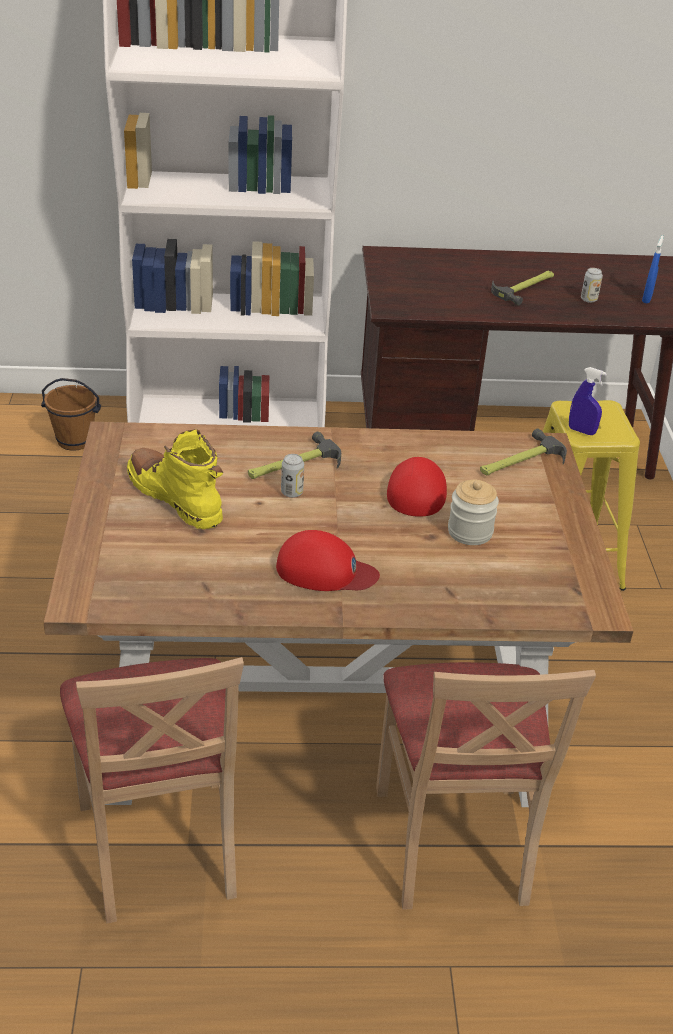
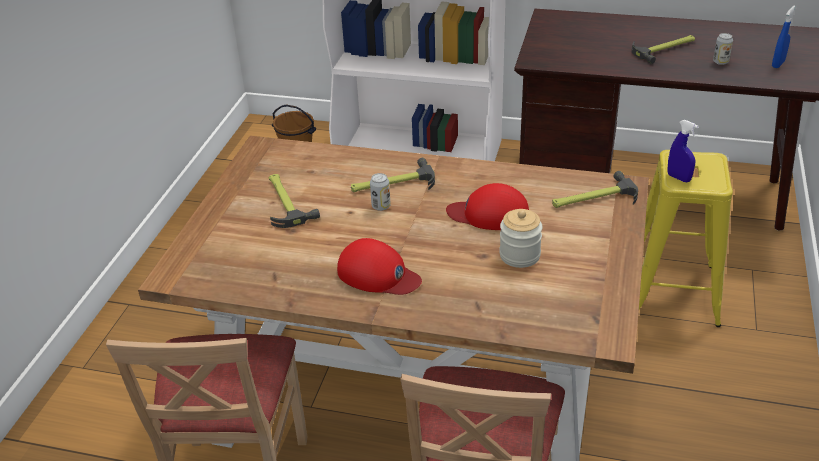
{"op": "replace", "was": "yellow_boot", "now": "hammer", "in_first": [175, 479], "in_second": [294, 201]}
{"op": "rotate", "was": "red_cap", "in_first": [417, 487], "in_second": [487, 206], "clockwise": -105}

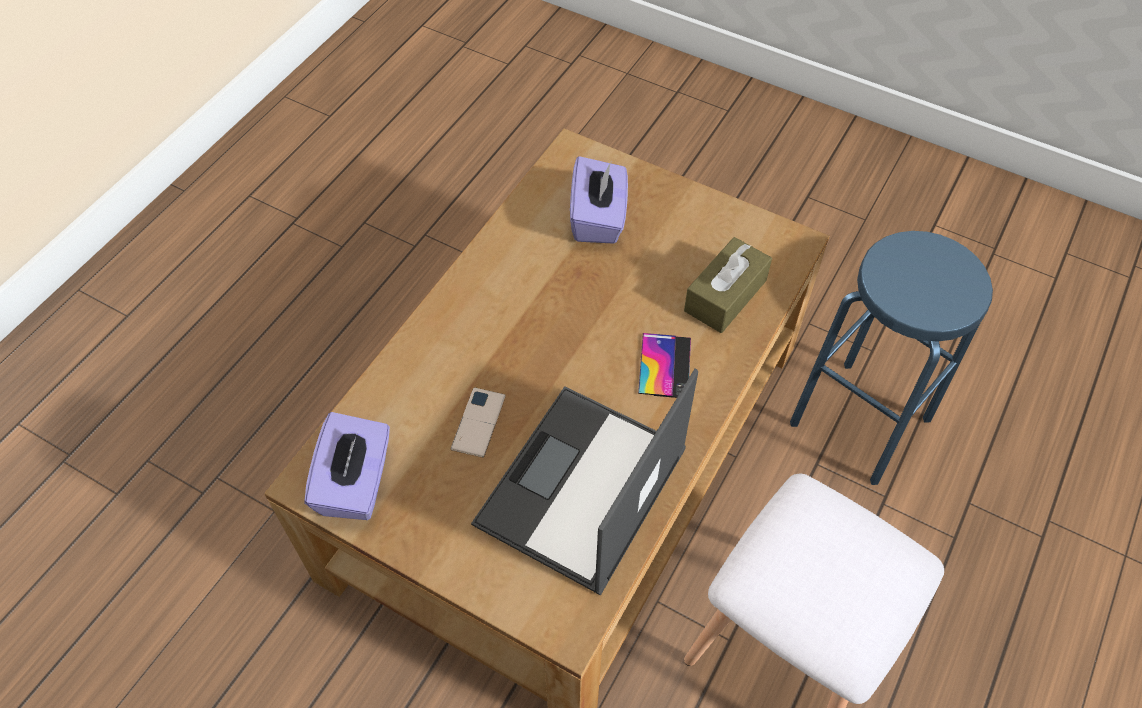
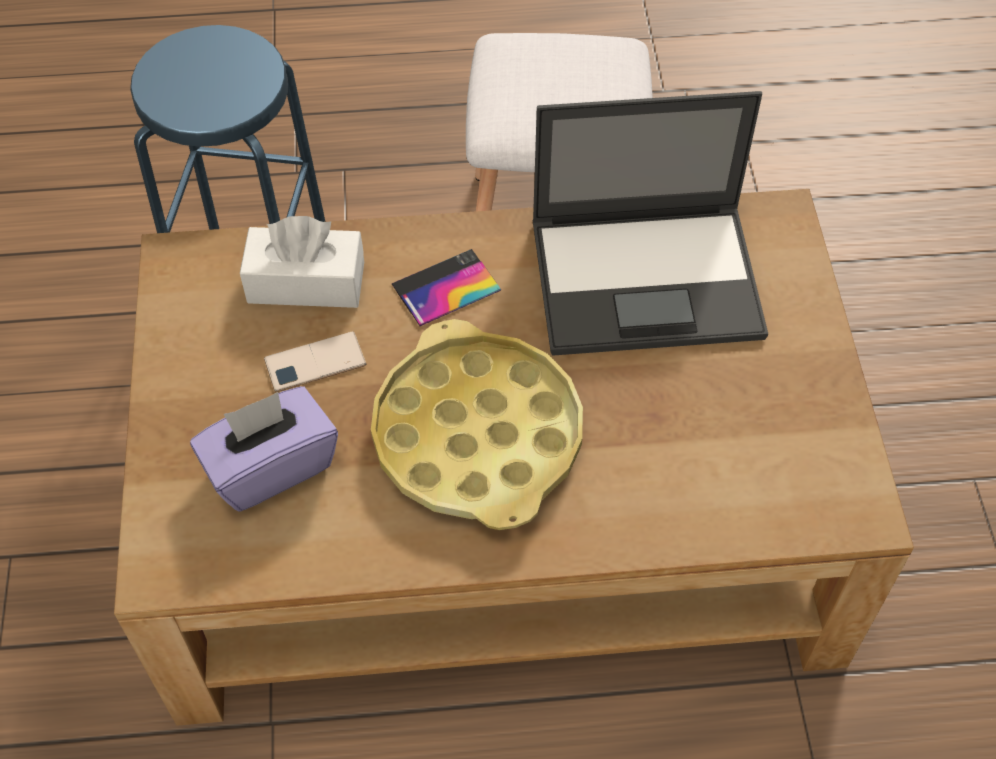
{"op": "delete", "was": "purple_tissue_box", "in_first": [347, 466]}
{"op": "move", "was": "phone", "in_first": [478, 423], "in_second": [315, 362]}
{"op": "recolor", "was": "brown_tissue_box", "now": "white_tissue_box", "in_first": [728, 285], "in_second": [302, 262]}
{"op": "insert", "now": "yellow_tray", "in_second": [477, 424]}

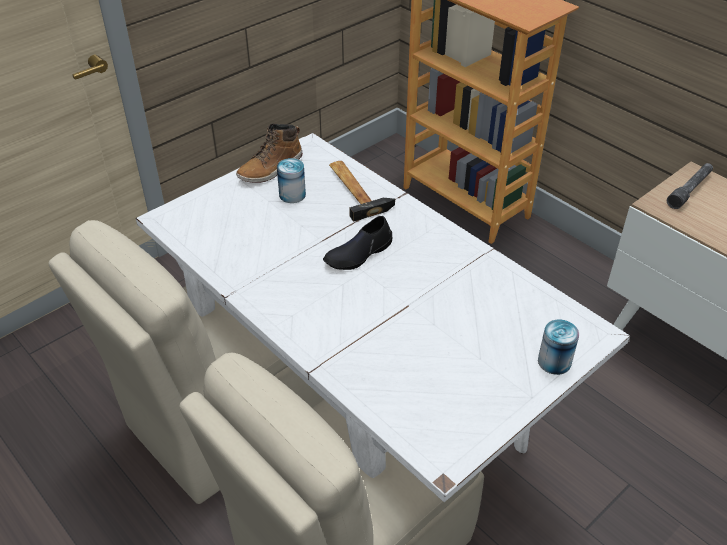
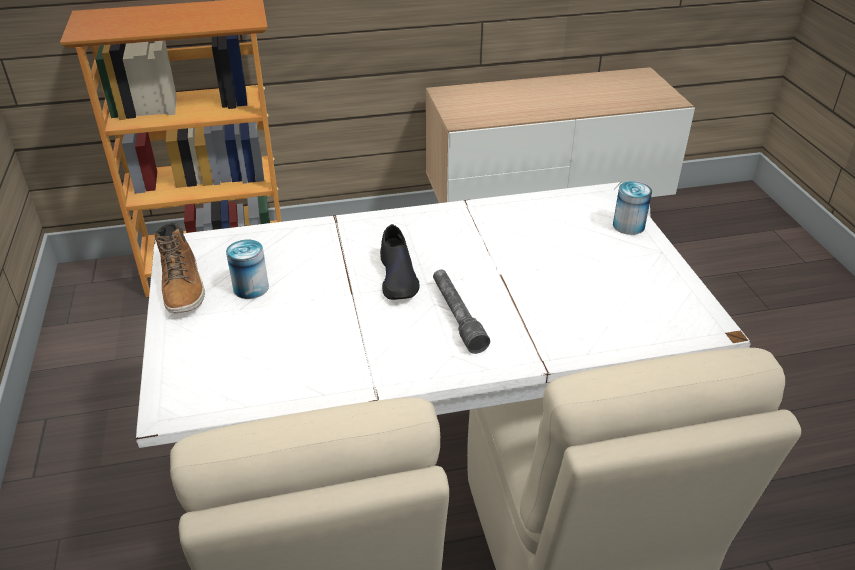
{"op": "delete", "was": "hammer", "in_first": [362, 191]}
{"op": "move", "was": "grey_flashlight", "in_first": [690, 186], "in_second": [461, 312]}

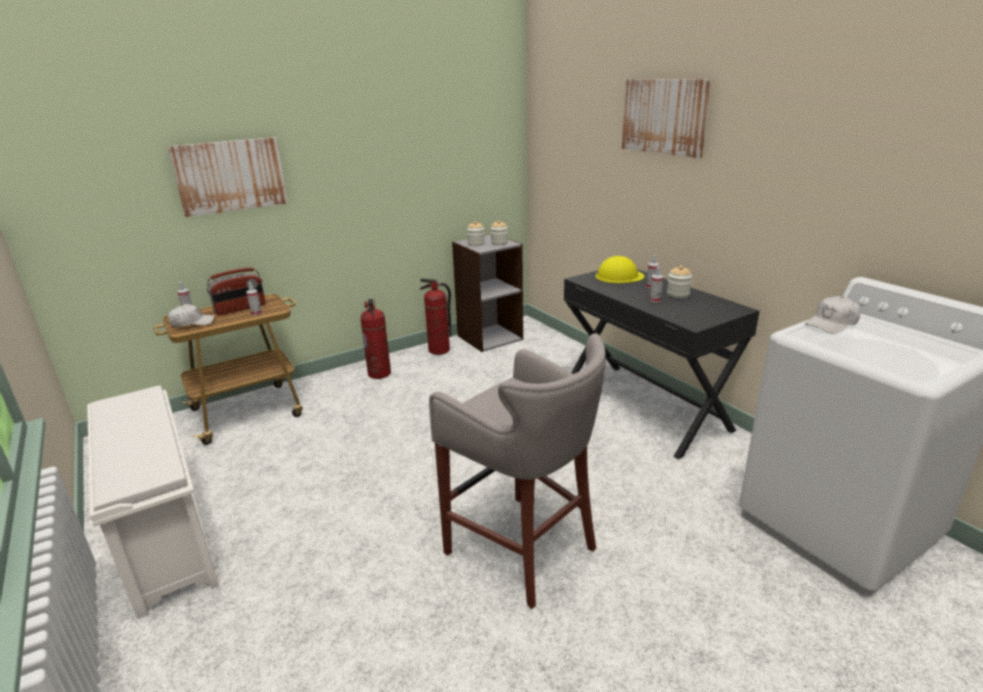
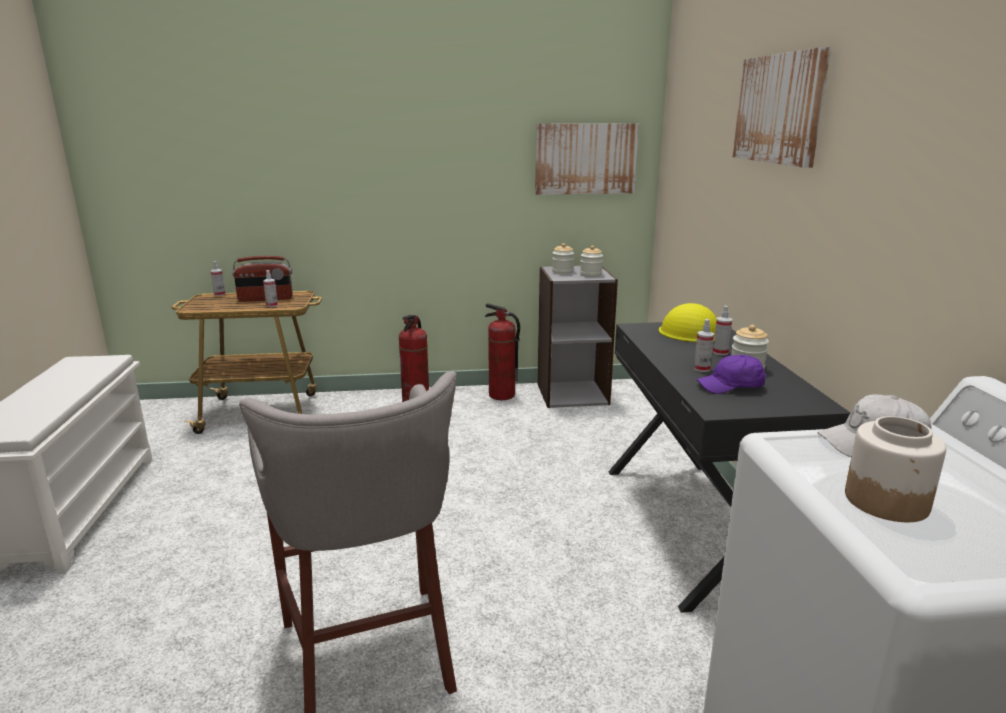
{"op": "move", "was": "picture", "in_first": [228, 177], "in_second": [587, 159]}
{"op": "delete", "was": "white_cap", "in_first": [191, 315]}
{"op": "insert", "now": "purple_cap", "in_second": [731, 374]}
{"op": "insert", "now": "jar", "in_second": [895, 469]}

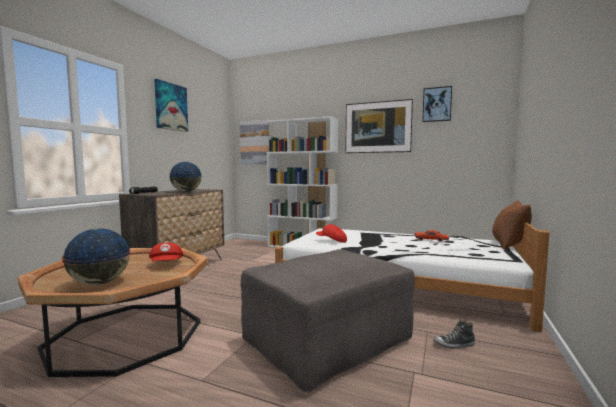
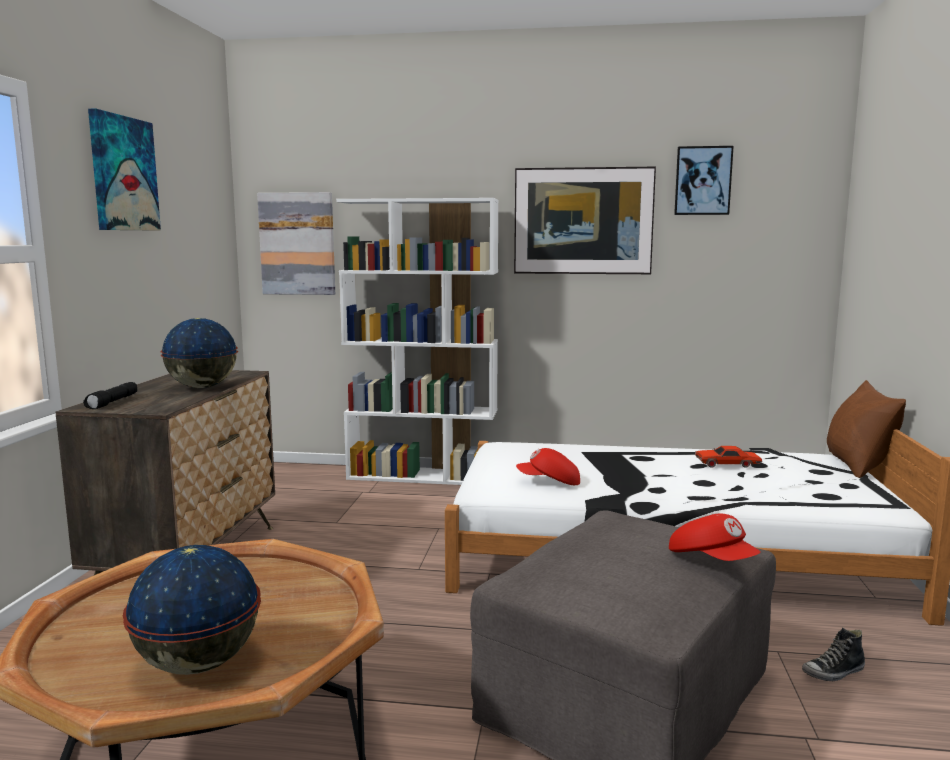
{"op": "move", "was": "red_cap", "in_first": [166, 252], "in_second": [715, 537]}

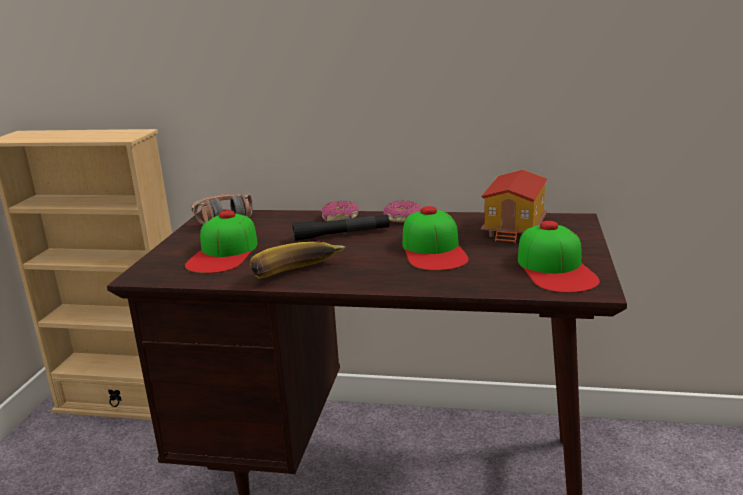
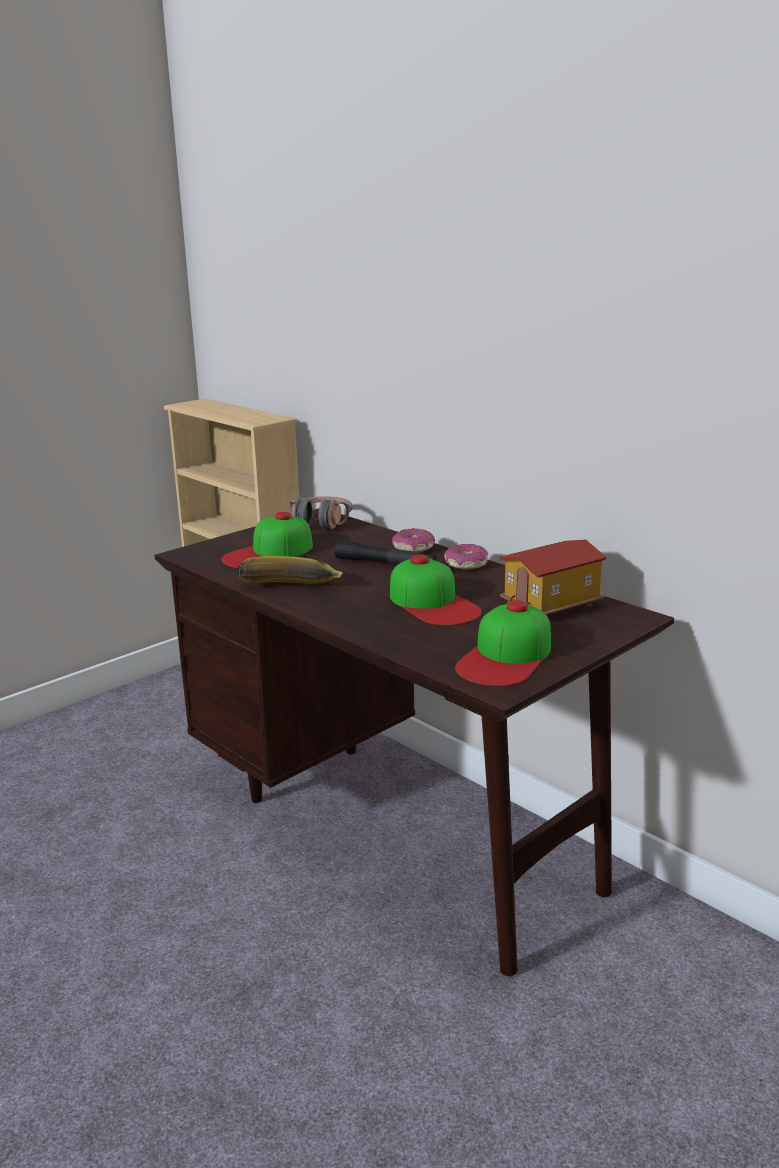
{"op": "rotate", "was": "cap", "in_first": [435, 238], "in_second": [436, 590], "clockwise": -60}

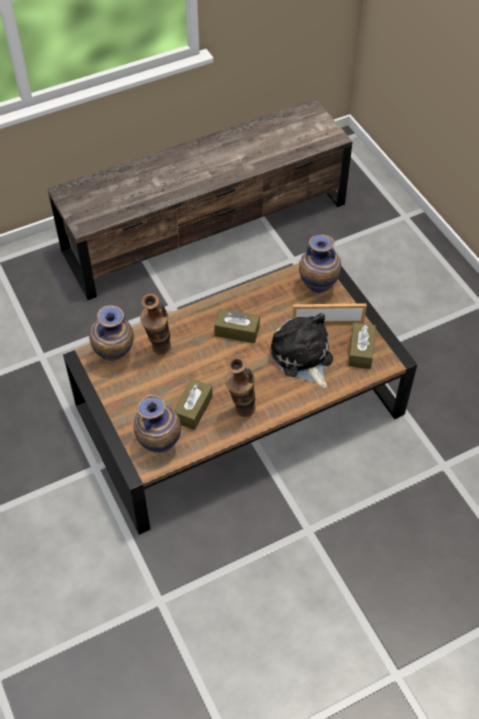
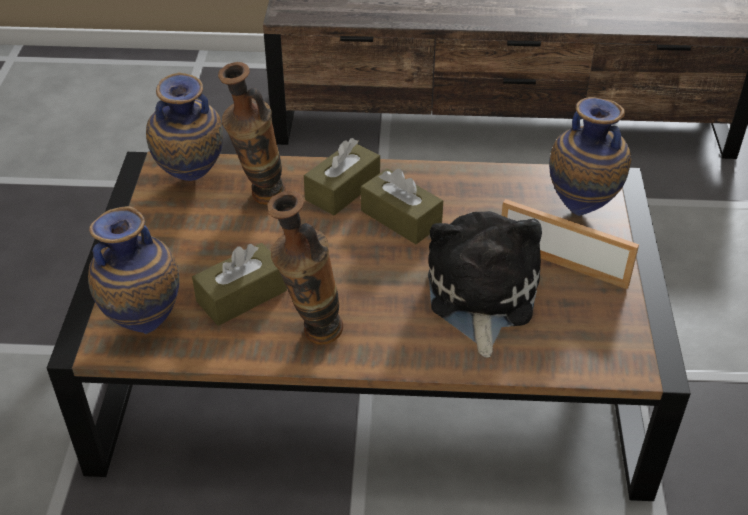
{"op": "move", "was": "brown_tissue_box", "in_first": [362, 346], "in_second": [342, 176]}

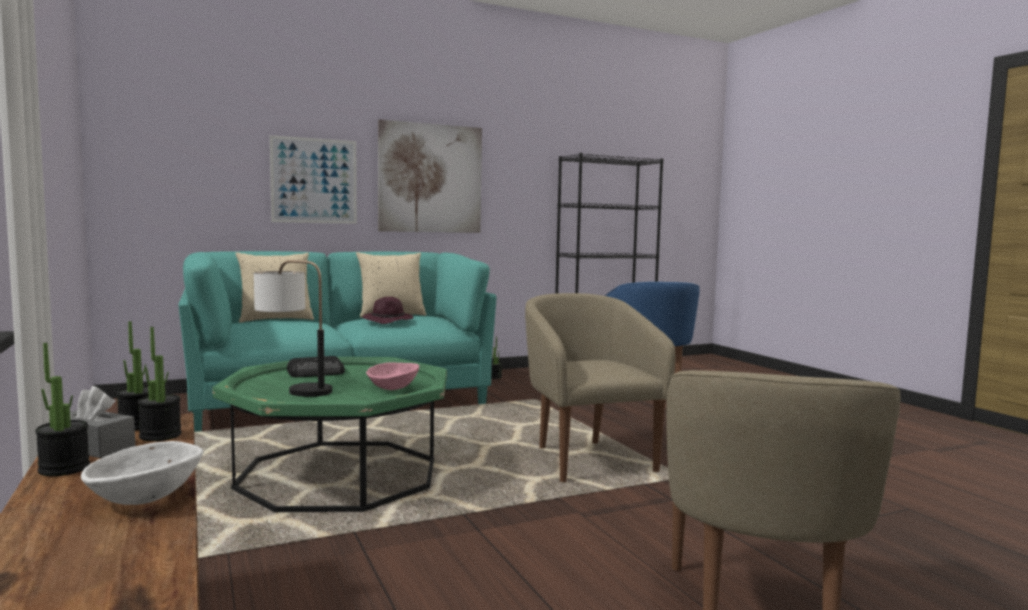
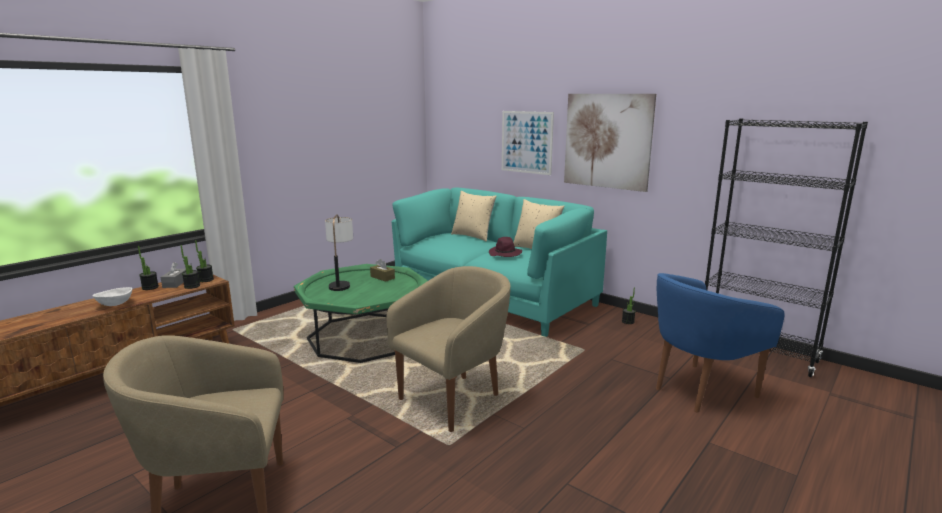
{"op": "replace", "was": "radio", "now": "brown_tissue_box", "in_first": [316, 366], "in_second": [382, 270]}
{"op": "delete", "was": "pink_bowl", "in_first": [392, 376]}

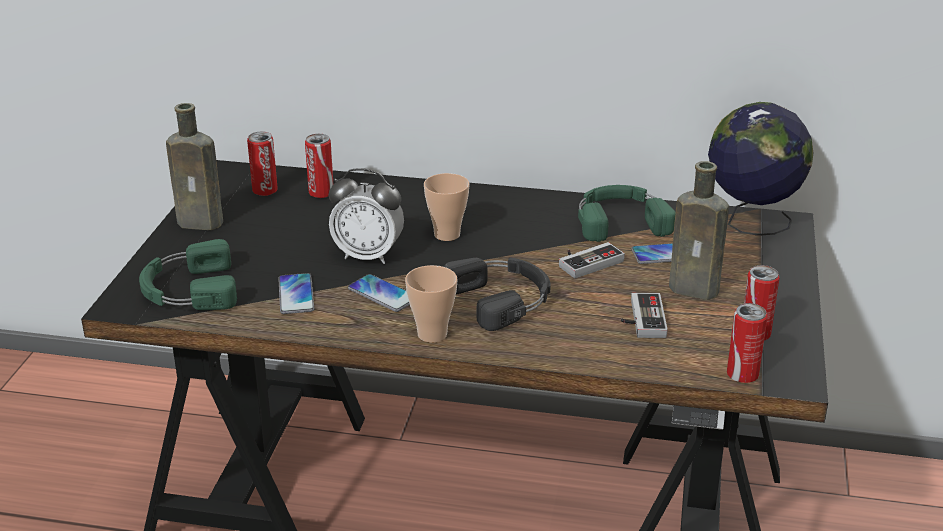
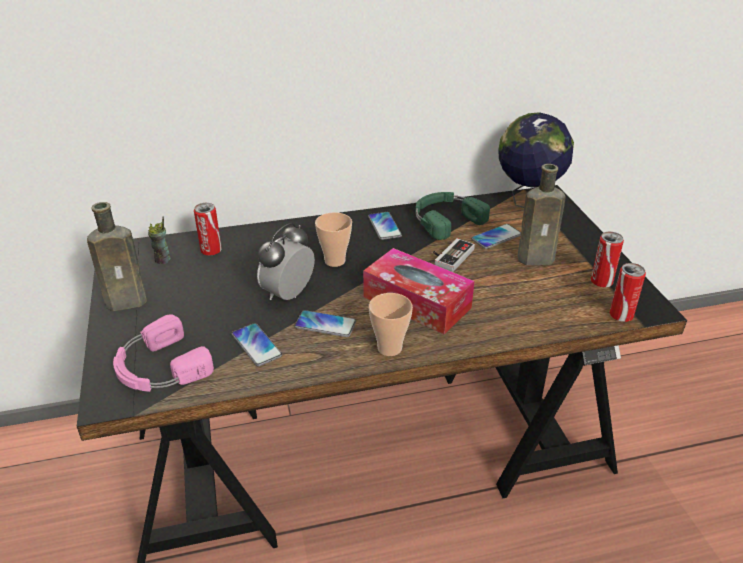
{"op": "recolor", "was": "green_headphones", "now": "pink_headphones", "in_first": [188, 274], "in_second": [163, 353]}
{"op": "replace", "was": "can", "now": "cup", "in_first": [262, 163], "in_second": [159, 240]}
{"op": "rotate", "was": "alarm_clock", "in_first": [366, 216], "in_second": [286, 261], "clockwise": 135}
{"op": "replace", "was": "black_headphones", "now": "tissue_box", "in_first": [497, 294], "in_second": [418, 291]}
{"op": "delete", "was": "game_controller", "in_first": [644, 315]}
{"op": "insert", "now": "phone", "in_second": [385, 226]}

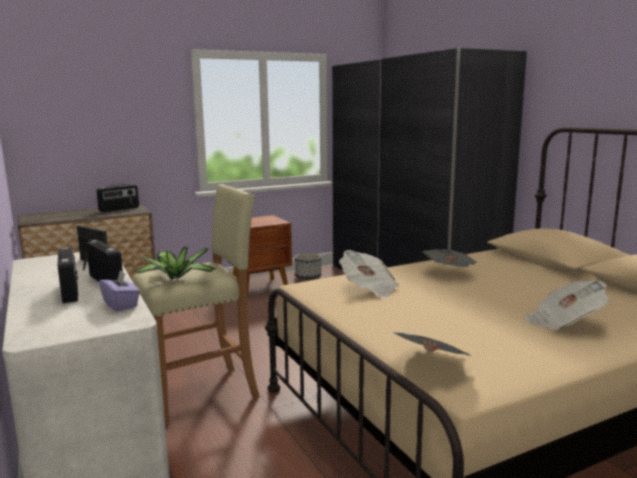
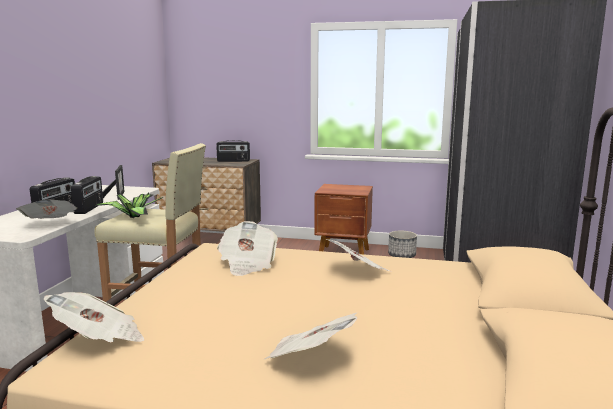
{"op": "replace", "was": "purple_tissue_box", "now": "newspaper", "in_first": [119, 290], "in_second": [46, 209]}

